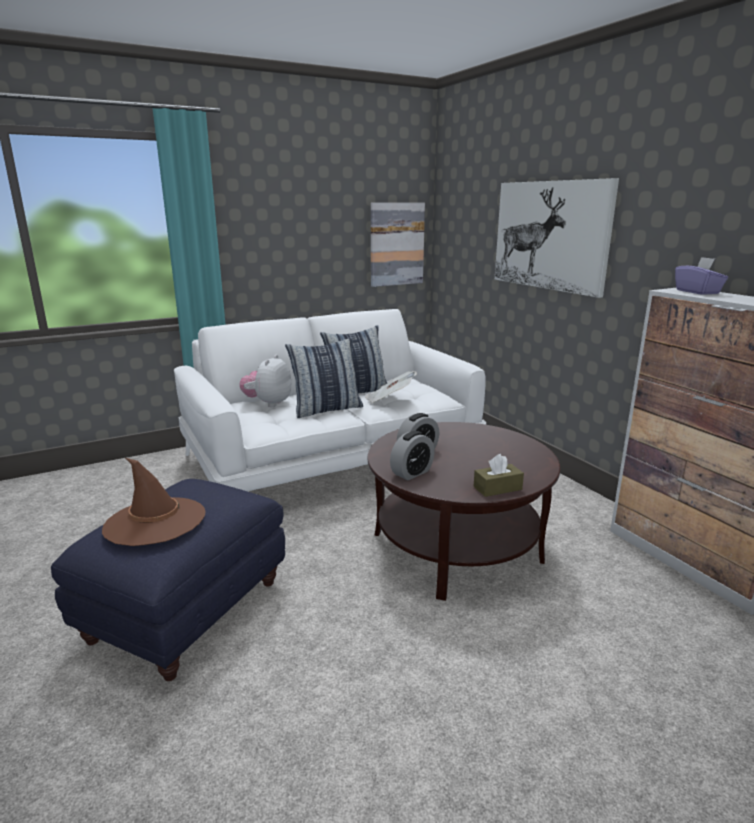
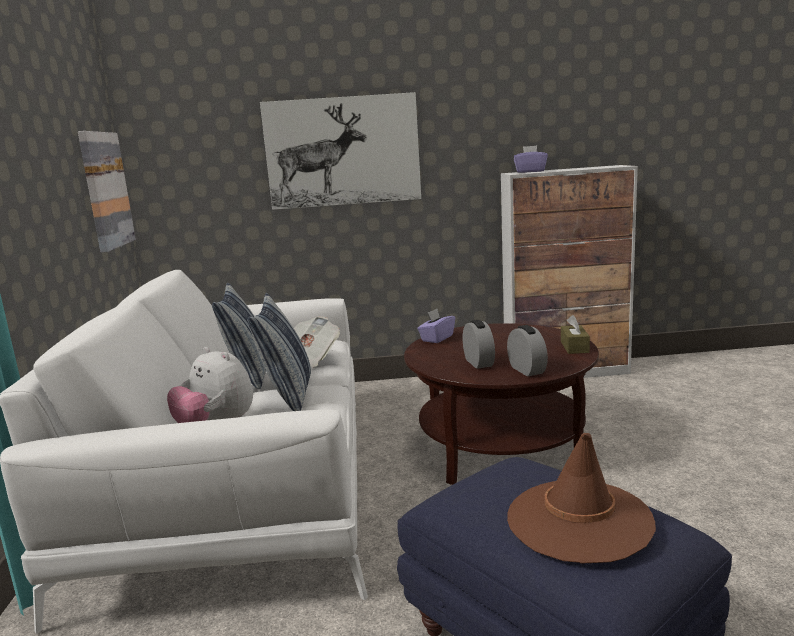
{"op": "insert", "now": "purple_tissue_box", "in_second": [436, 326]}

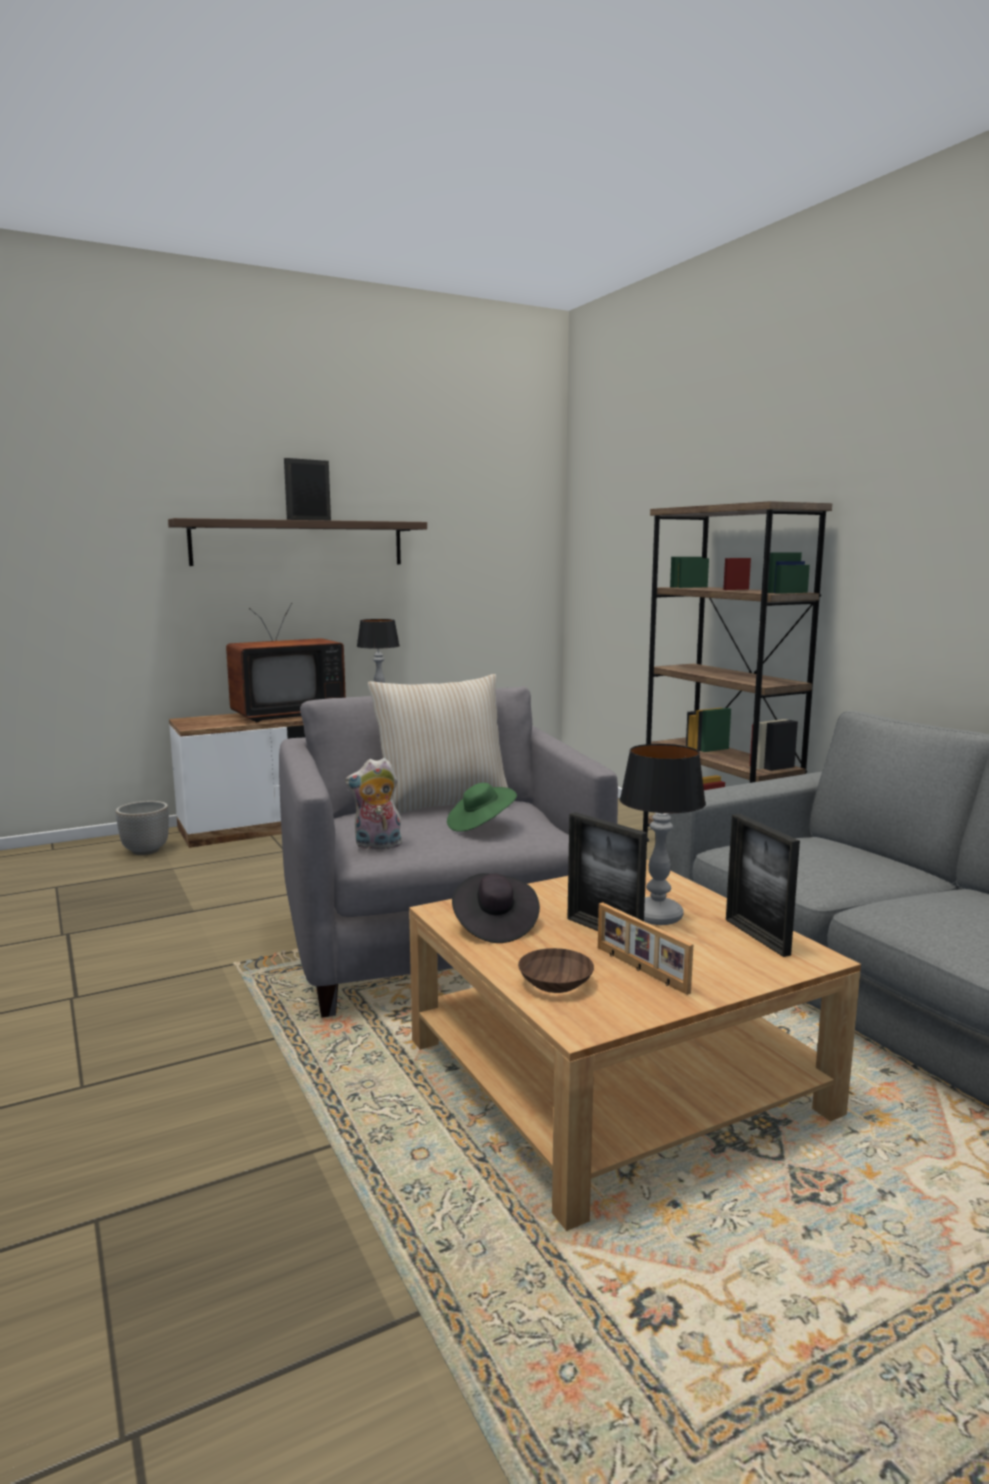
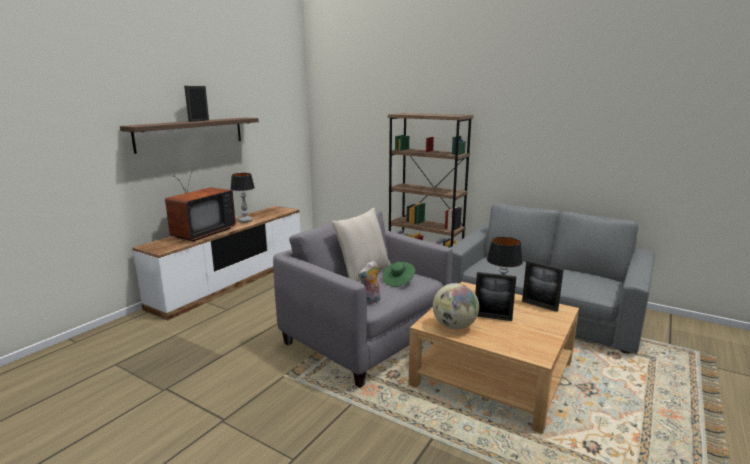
{"op": "delete", "was": "planter", "in_first": [142, 828]}
{"op": "replace", "was": "black_hat", "now": "globe", "in_first": [496, 908], "in_second": [456, 306]}
{"op": "delete", "was": "brown_bowl", "in_first": [556, 970]}
{"op": "delete", "was": "picture_frame", "in_first": [645, 948]}

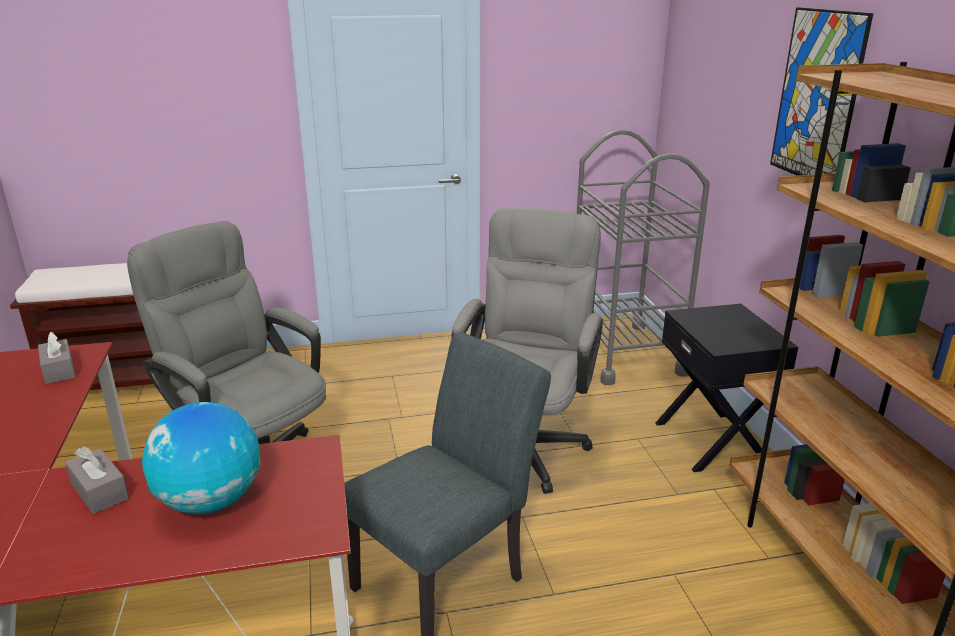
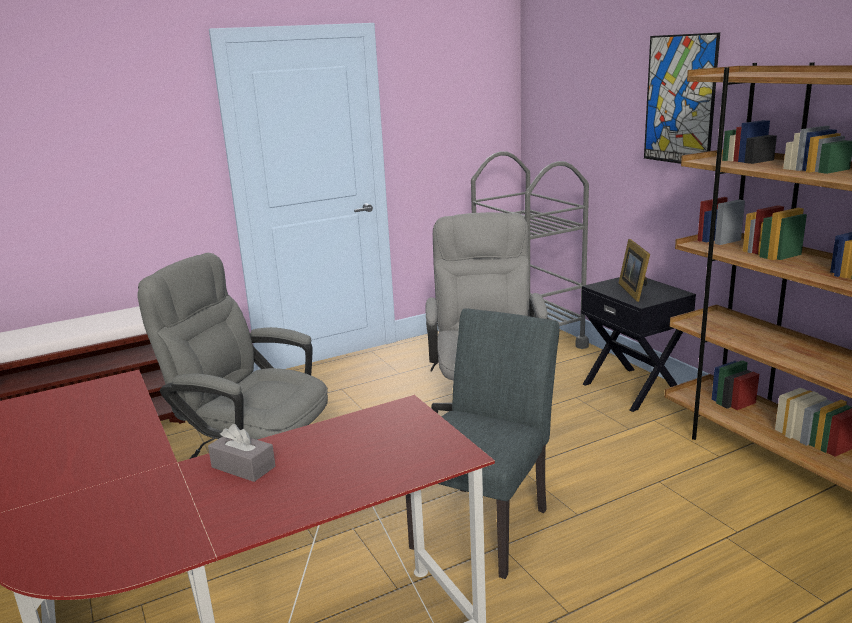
{"op": "delete", "was": "grey_tissue_box", "in_first": [56, 358]}
{"op": "delete", "was": "globe", "in_first": [201, 458]}
{"op": "insert", "now": "picture_frame", "in_second": [634, 270]}

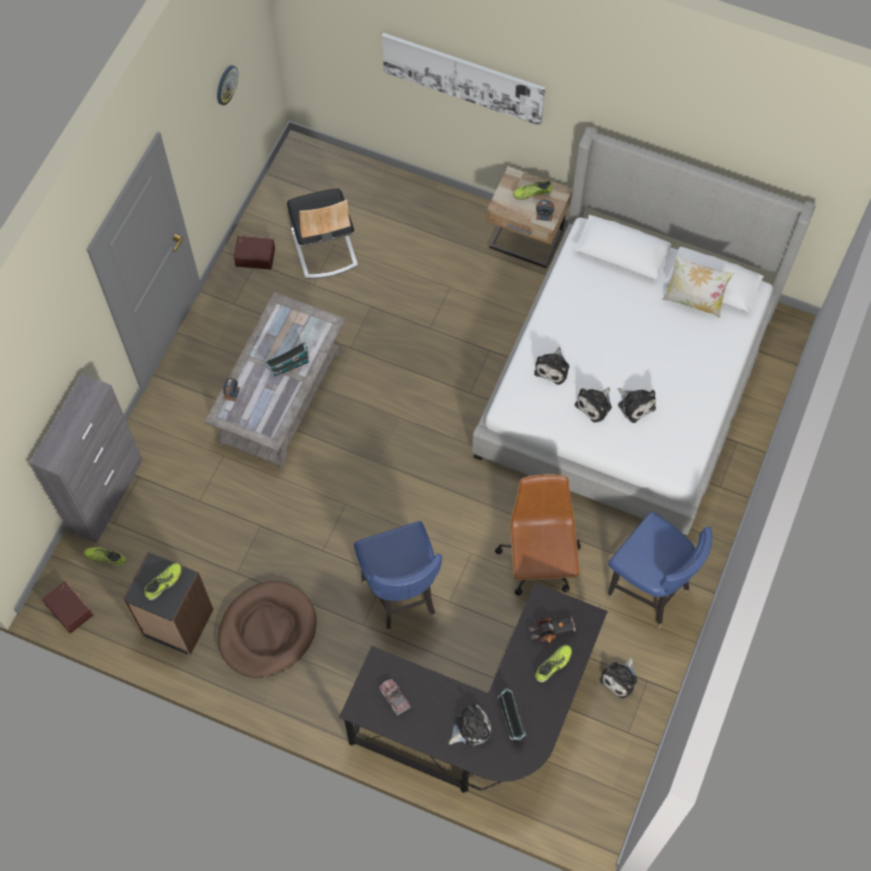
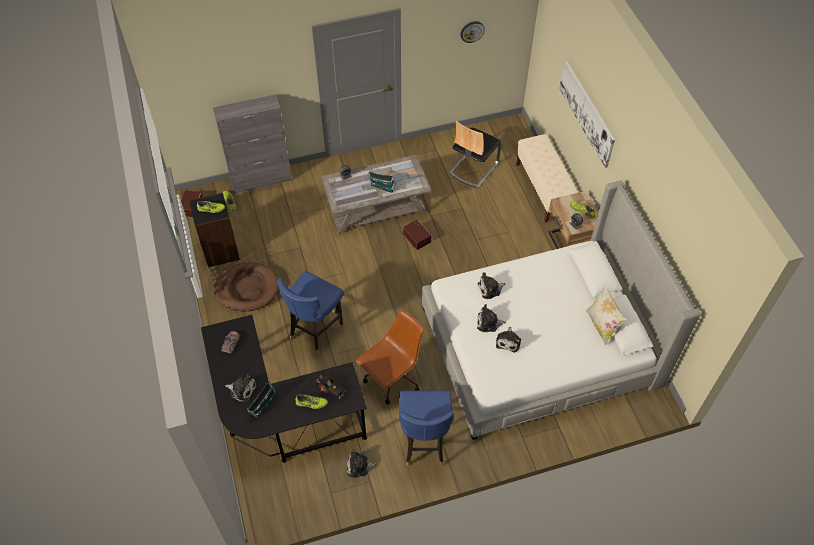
{"op": "move", "was": "brown_storage_box", "in_first": [254, 252], "in_second": [417, 234]}
{"op": "insert", "now": "beige_bench", "in_second": [547, 178]}

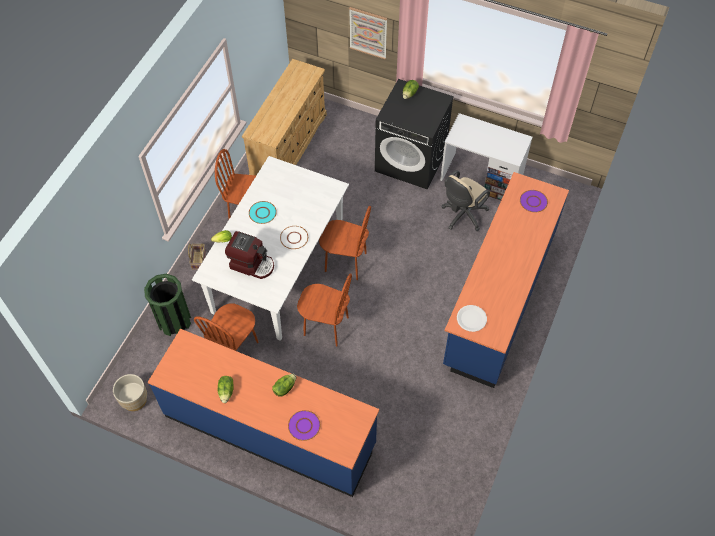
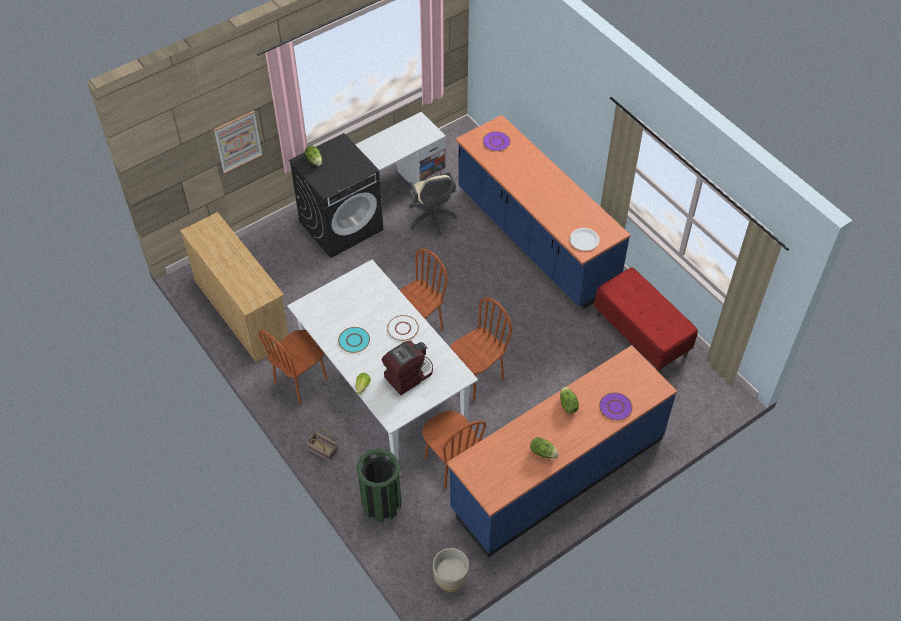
{"op": "insert", "now": "red_bench", "in_second": [646, 320]}

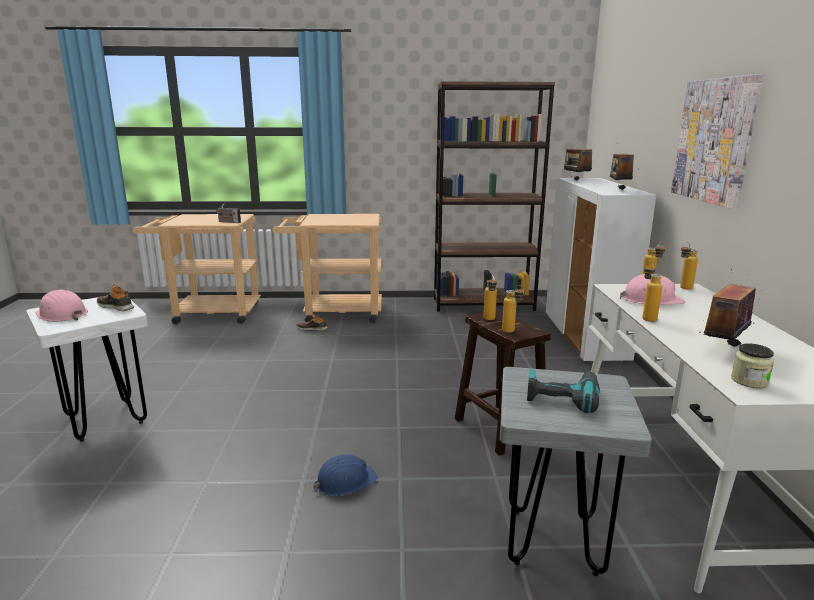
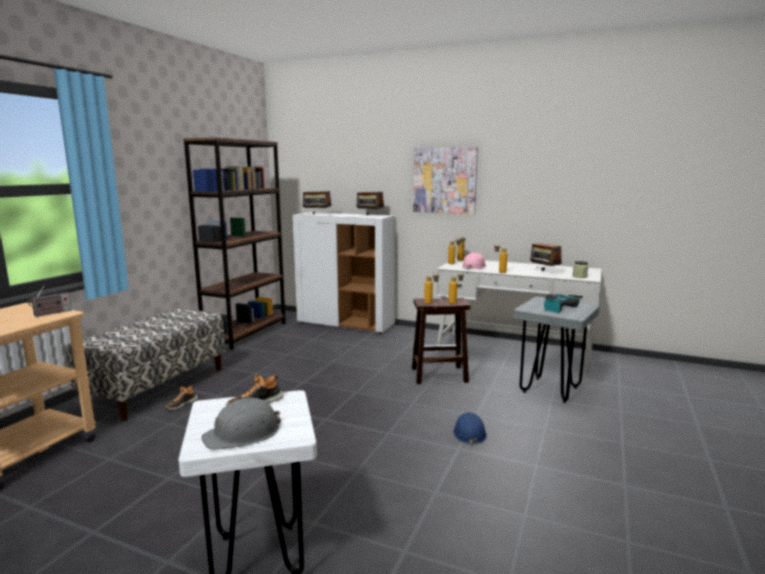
{"op": "recolor", "was": "pink_hard_hat", "now": "grey_hard_hat", "in_first": [61, 306], "in_second": [241, 423]}
{"op": "replace", "was": "beige_cart", "now": "bench", "in_first": [327, 268], "in_second": [145, 364]}

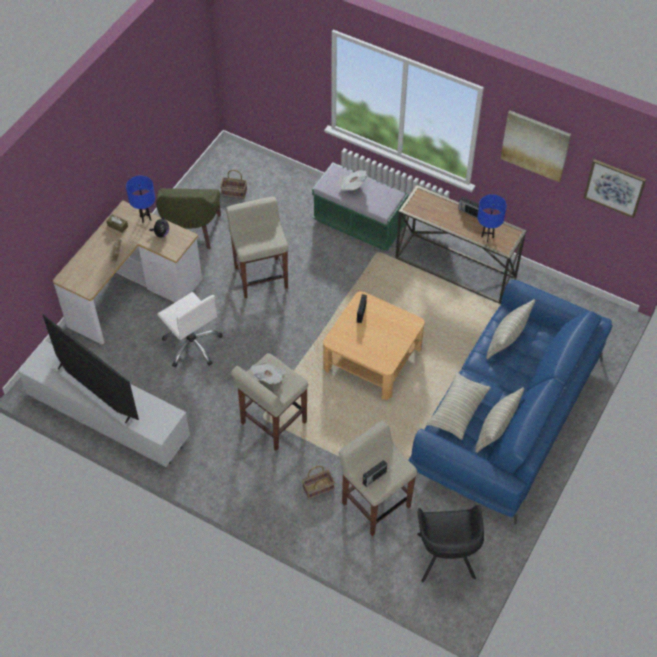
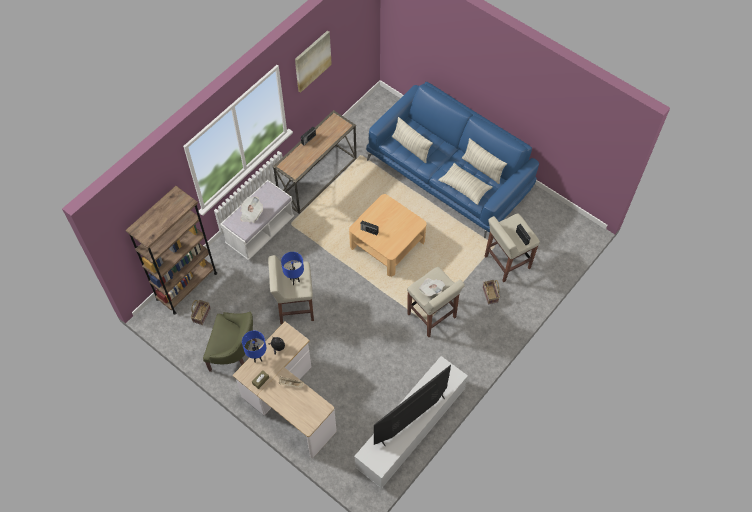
{"op": "delete", "was": "white_office_chair", "in_first": [190, 330]}
{"op": "recolor", "was": "green_bench", "now": "white_bench", "in_first": [360, 206], "in_second": [257, 220]}
{"op": "delete", "was": "black_armchair", "in_first": [450, 543]}
{"op": "move", "was": "blue_table_lamp", "in_first": [492, 218], "in_second": [292, 268]}
{"op": "delete", "was": "picture", "in_first": [615, 188]}
{"op": "insert", "now": "brown_bookcase", "in_second": [171, 250]}

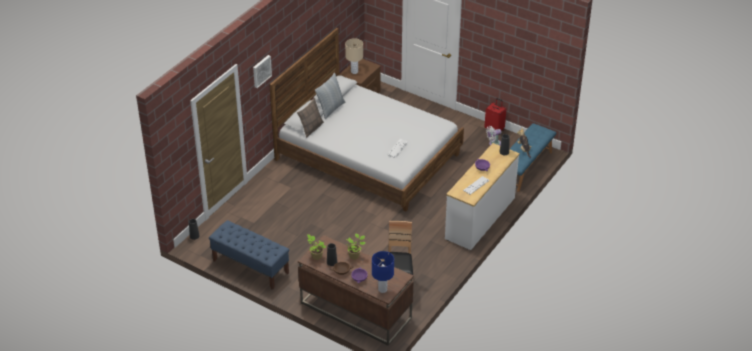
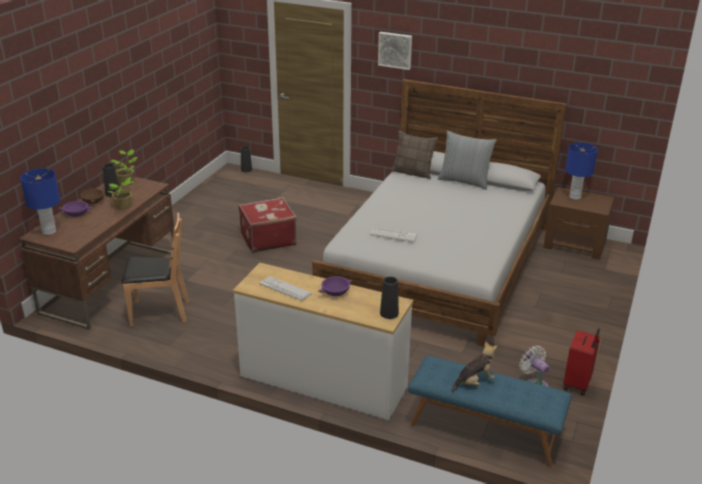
{"op": "delete", "was": "blue_bench", "in_first": [249, 255]}
{"op": "recolor", "was": "beige_table_lamp", "now": "blue_table_lamp", "in_first": [354, 56], "in_second": [581, 171]}
{"op": "insert", "now": "red_suitcase", "in_second": [267, 225]}

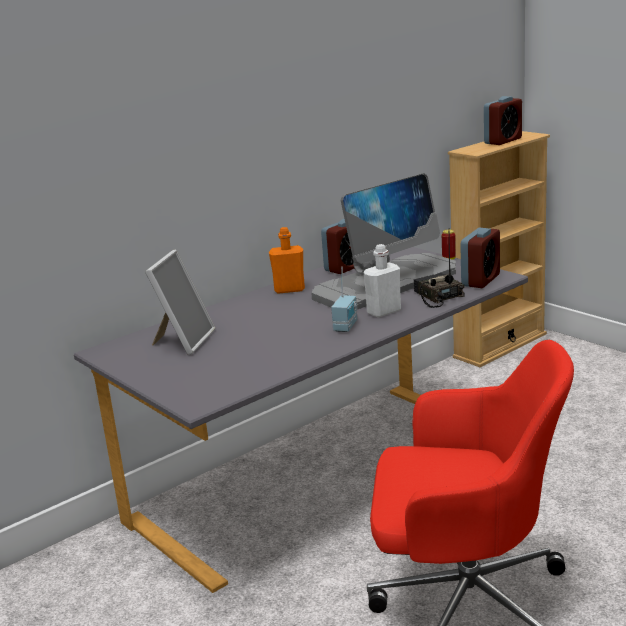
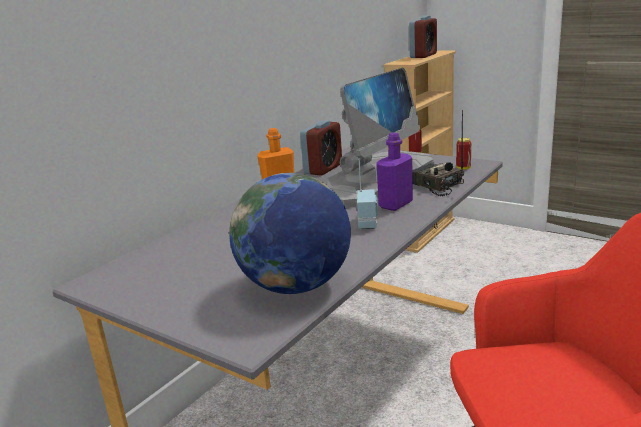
{"op": "delete", "was": "picture_frame", "in_first": [180, 302]}
{"op": "recolor", "was": "white_bottle", "now": "purple_bottle", "in_first": [382, 280], "in_second": [394, 171]}
{"op": "replace", "was": "alarm_clock", "now": "can", "in_first": [480, 258], "in_second": [463, 154]}
{"op": "insert", "now": "globe", "in_second": [290, 233]}

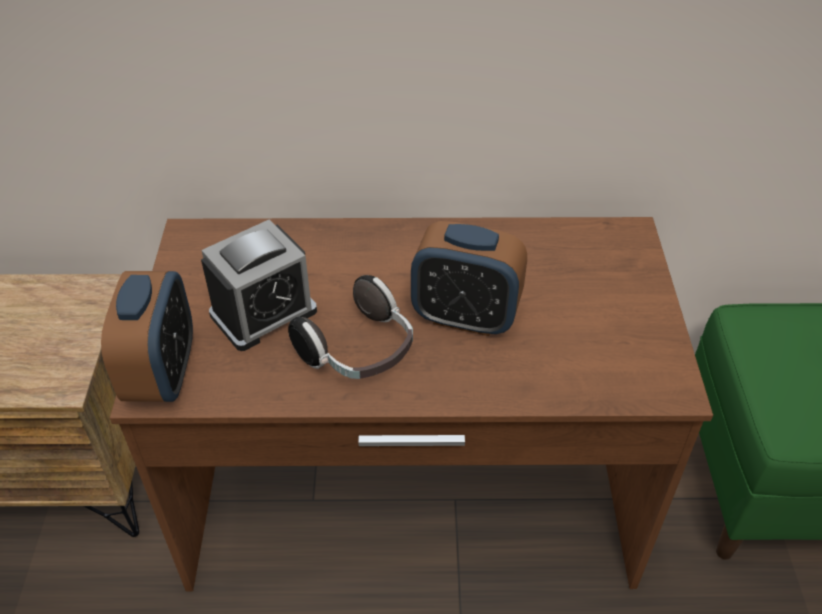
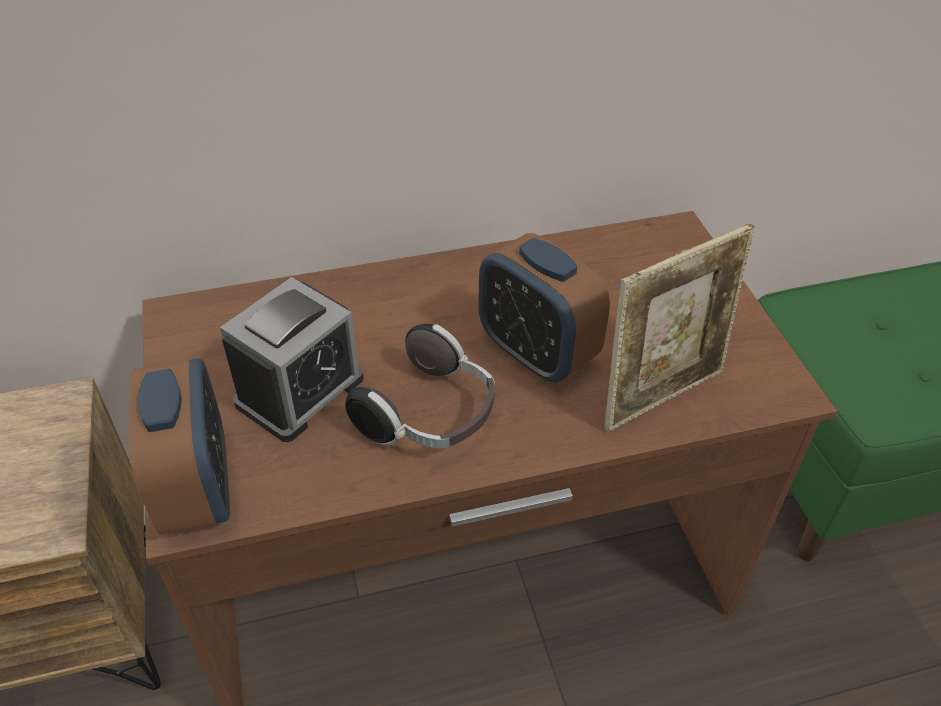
{"op": "rotate", "was": "alarm_clock", "in_first": [469, 278], "in_second": [544, 308], "clockwise": 45}
{"op": "insert", "now": "picture_frame", "in_second": [679, 328]}

